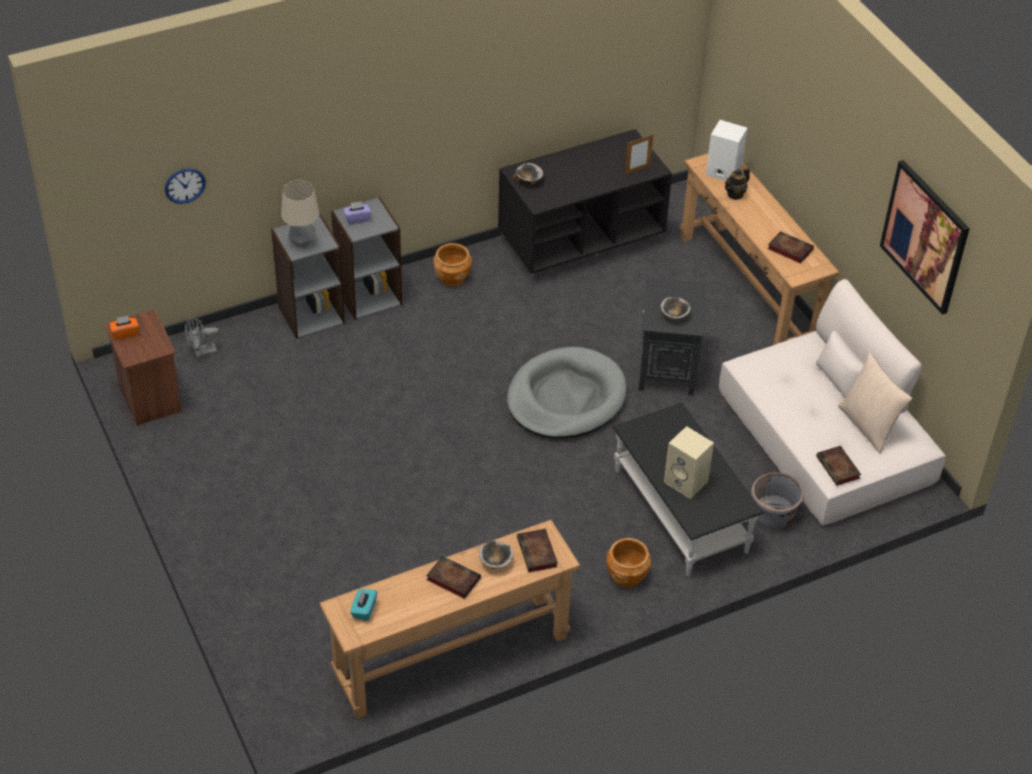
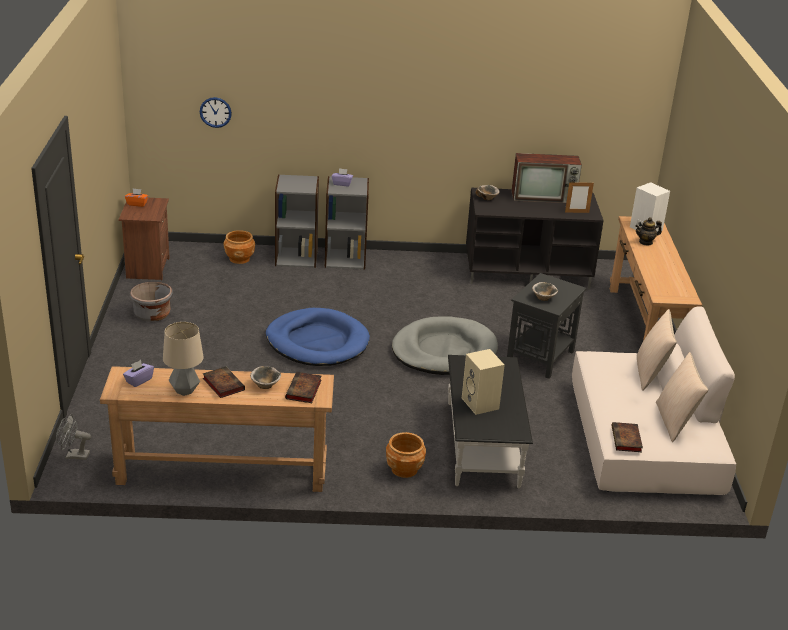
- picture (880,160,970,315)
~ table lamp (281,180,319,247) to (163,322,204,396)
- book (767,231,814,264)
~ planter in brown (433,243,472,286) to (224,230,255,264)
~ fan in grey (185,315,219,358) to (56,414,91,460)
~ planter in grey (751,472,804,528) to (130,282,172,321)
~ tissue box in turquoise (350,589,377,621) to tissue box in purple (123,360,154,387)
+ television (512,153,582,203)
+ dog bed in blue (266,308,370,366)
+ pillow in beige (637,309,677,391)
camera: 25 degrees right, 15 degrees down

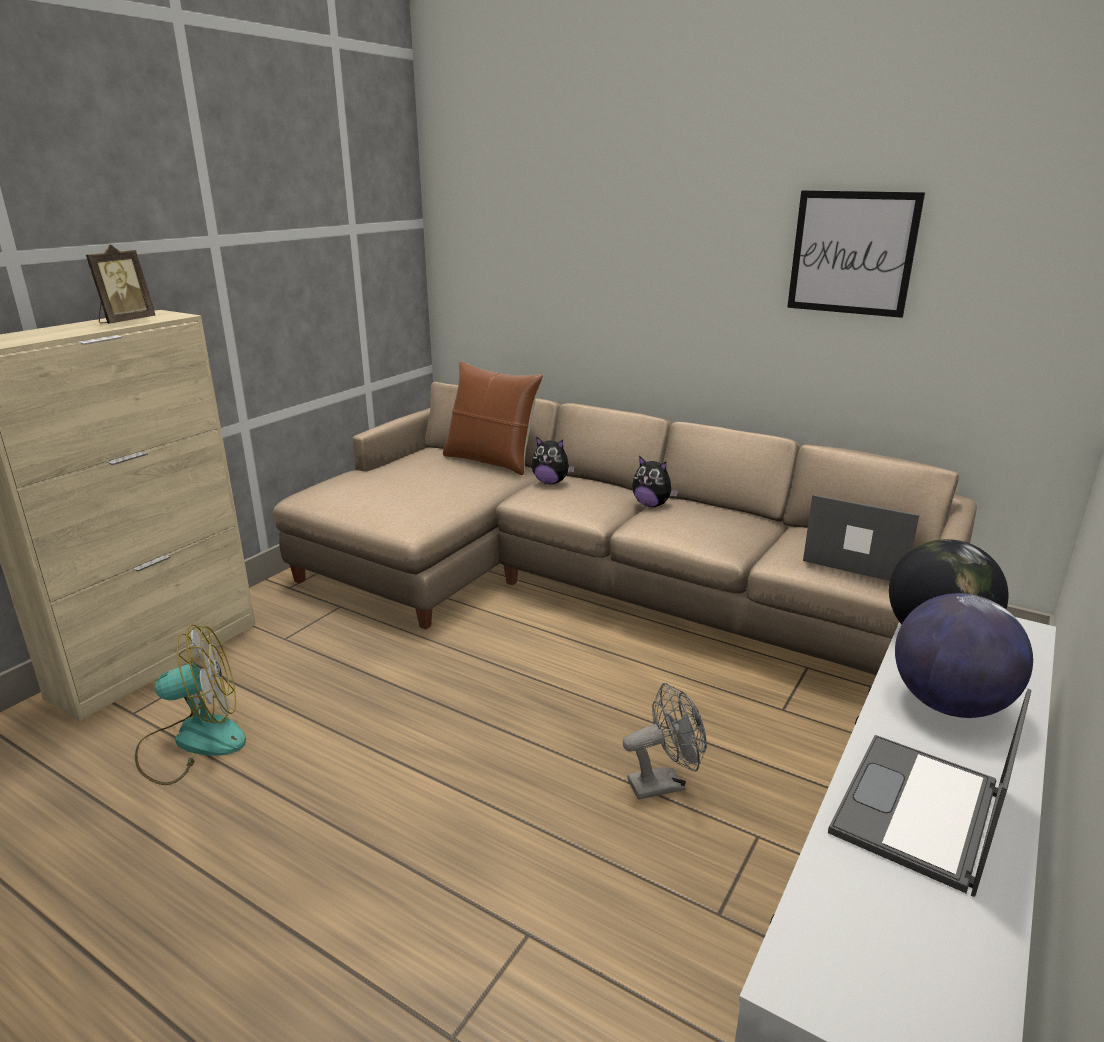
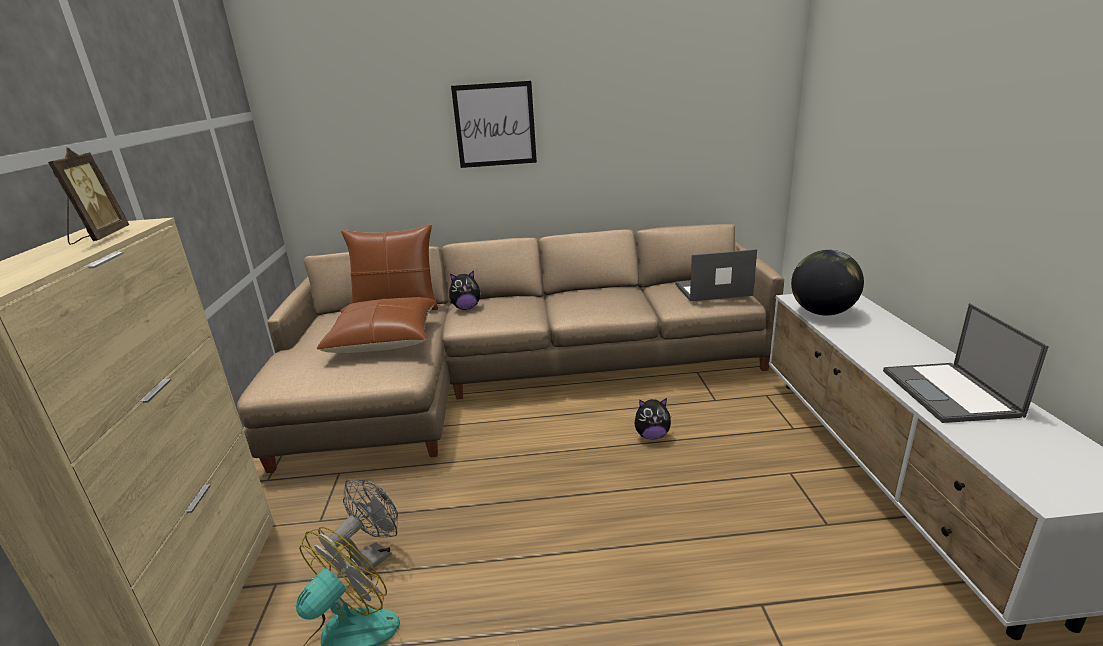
~ picture (787,190,925,318) to (451,81,537,168)
~ plush toy (632,456,678,507) to (634,398,671,440)
- globe (895,593,1033,718)
~ fan in grey (623,683,707,800) to (329,479,398,575)
+ pillow in brown (317,297,436,353)
camera: 35 degrees left, 0 degrees up

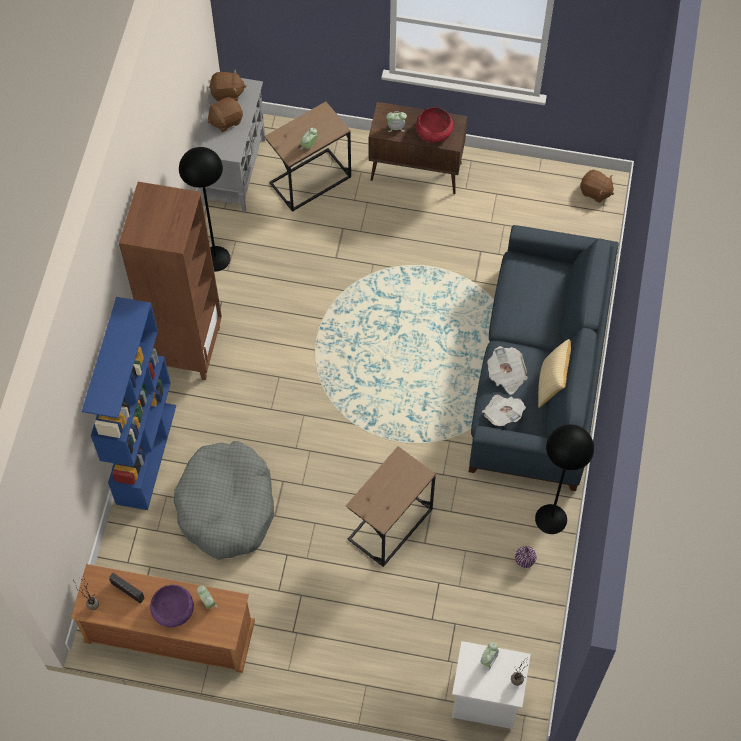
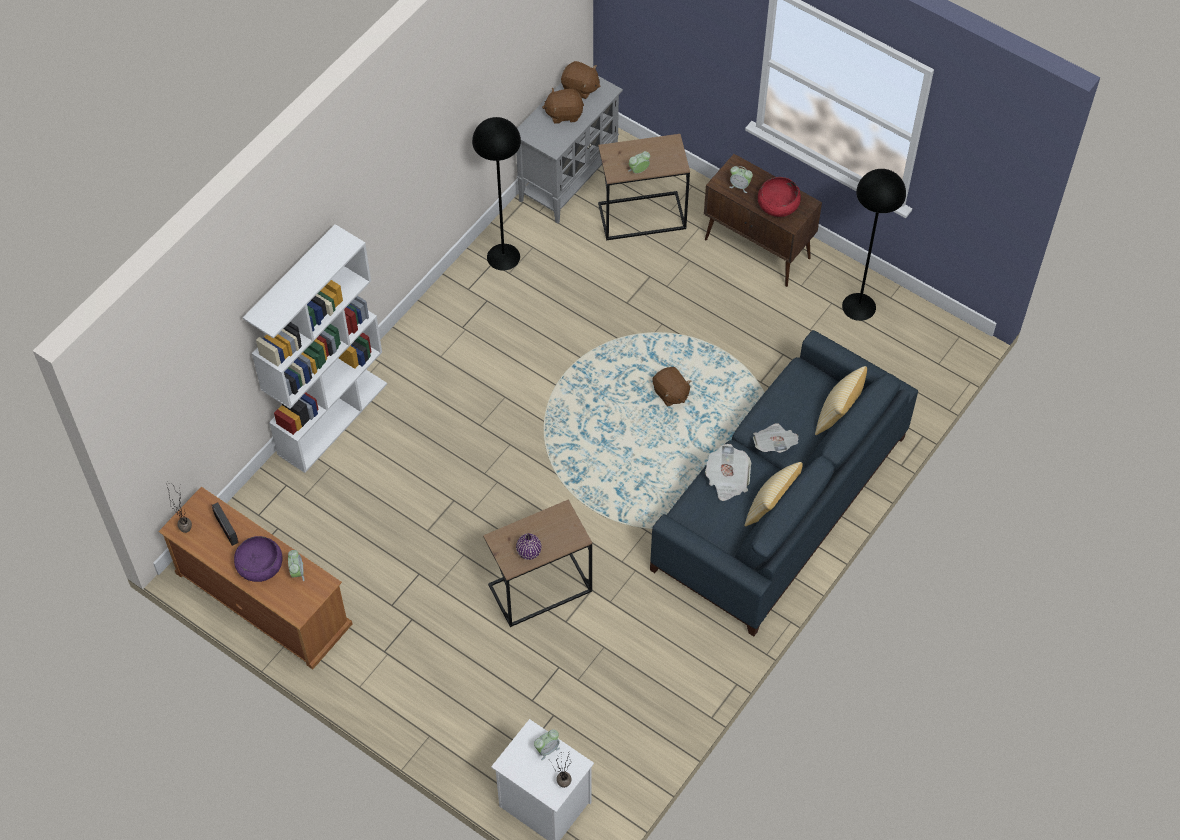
~ plush toy in brown (580,170,614,203) to (652,367,691,407)
- bookcase in brown (119,182,222,380)
~ bookcase in blue (82,297,176,510) to bookcase in white (243,224,387,473)
~ newspaper (482,395,526,426) to (753,423,798,453)
~ floor lamp in black (535,424,594,534) to (842,169,906,321)
- dog bed in grey (174,441,274,560)
~ vase in purple (515,546,537,568) to (516,533,542,560)
+ pillow (815,366,867,435)
camera: 25 degrees right, 5 degrees down

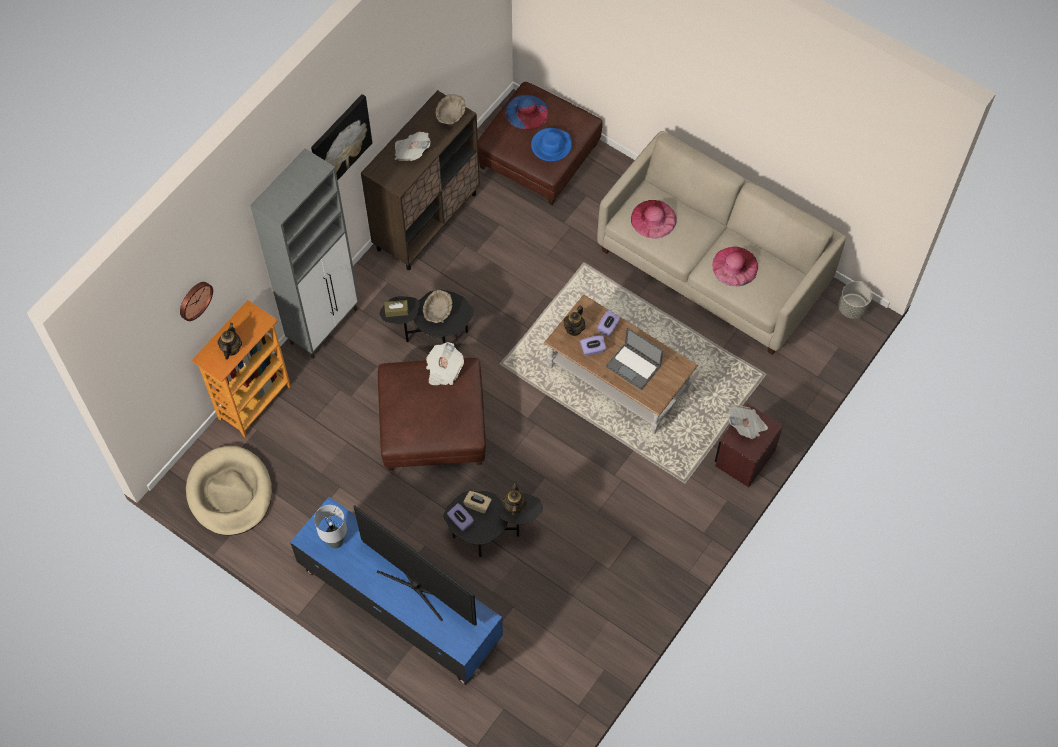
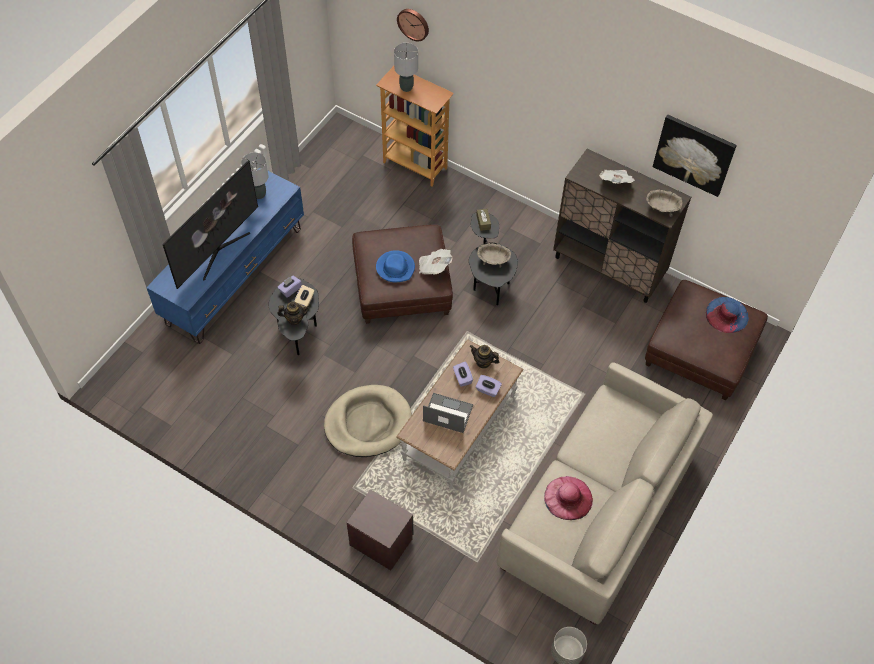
~ picture (311,94,372,180) to (653,115,737,197)
~ hat in blue (531,128,572,162) to (376,250,415,282)
- cabinet in grey (250,148,359,359)
- hat in pink (631,200,677,238)
~ teapot (218,323,242,360) to table lamp in grey (394,43,418,92)
~ laptop (606,327,663,390) = (423,393,473,433) 75 degrees clockwise
- newspaper (728,405,768,439)
~ dog bed in beige (186,446,272,536) to (324,385,412,457)
camera: 85 degrees right, 5 degrees down

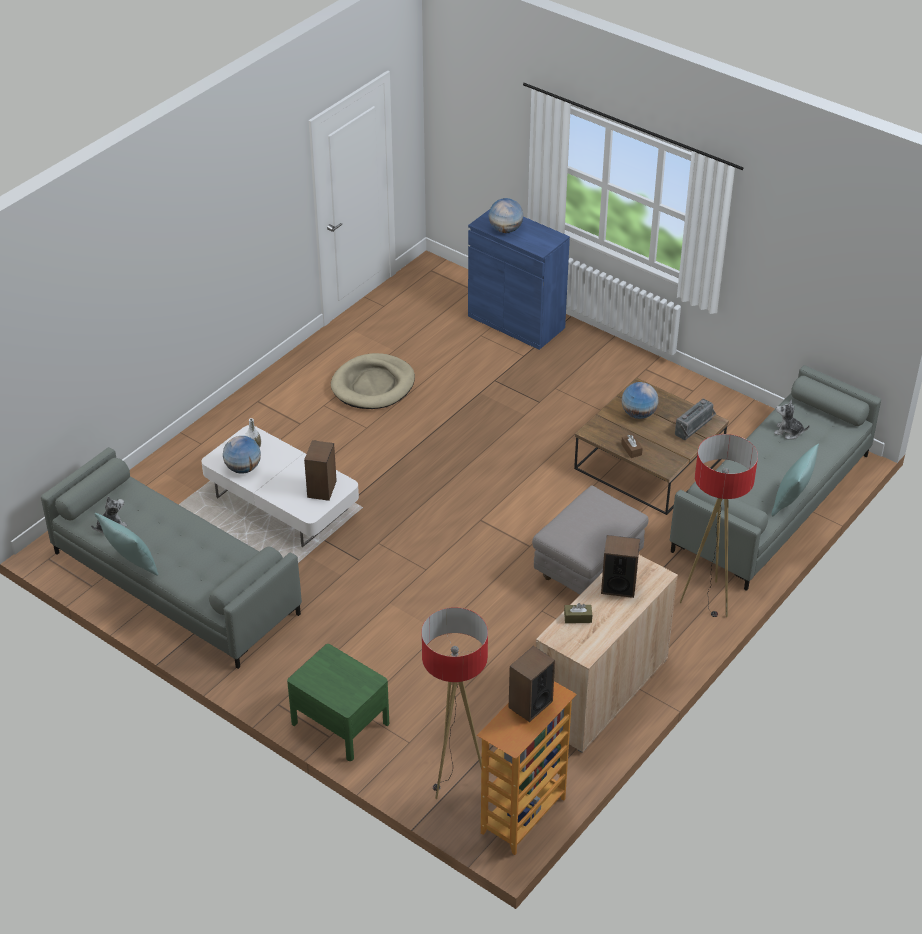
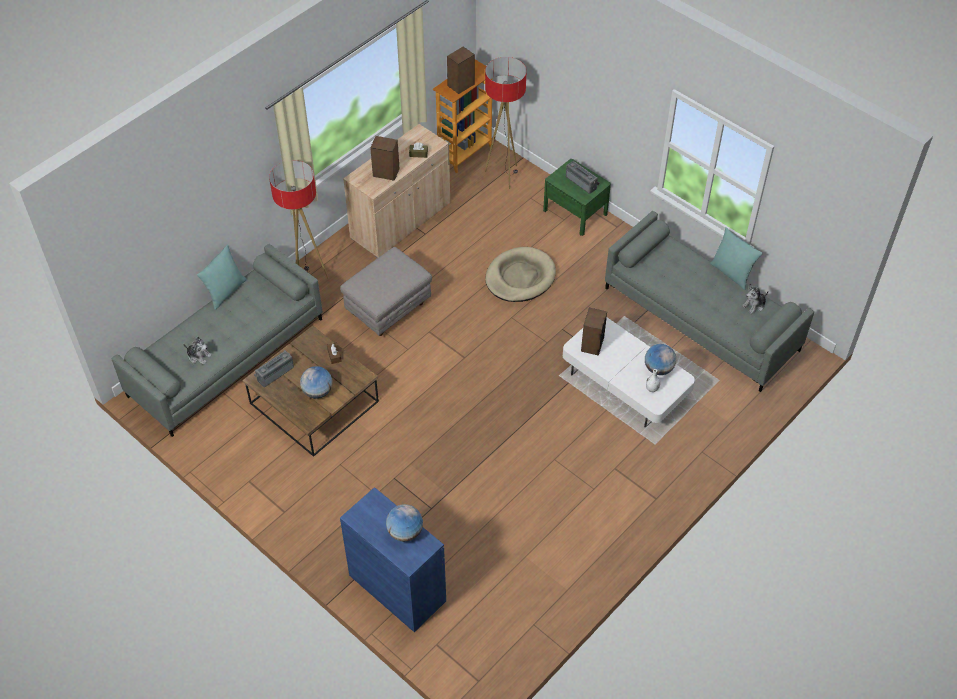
~ dog bed in beige (331,353,415,409) to (485,247,556,302)
+ radio (566,161,600,194)
camera: 175 degrees left, 10 degrees up

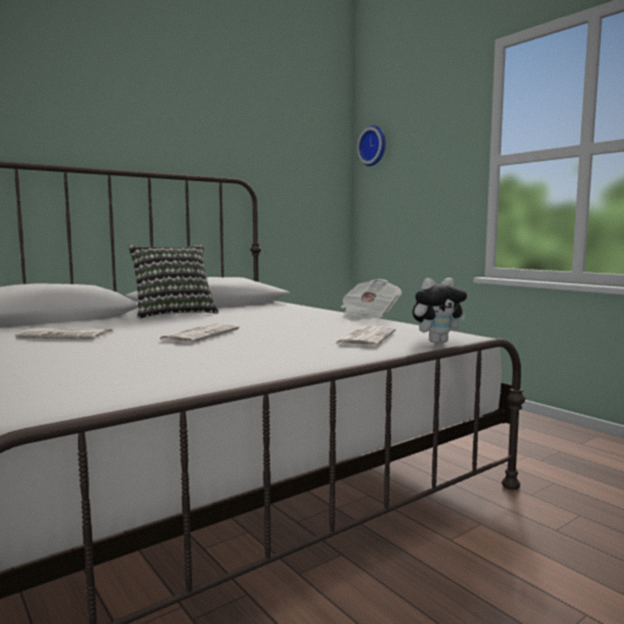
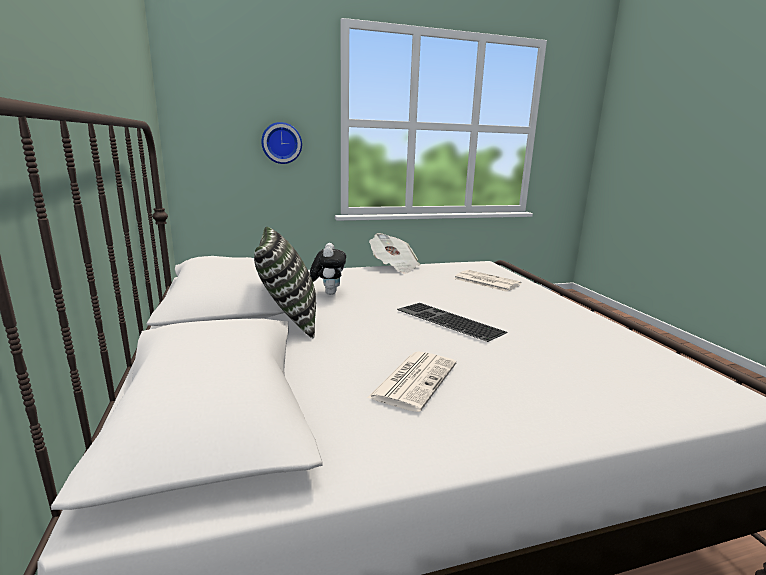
~ wall clock (357,125,386,166) to (261,122,302,164)
~ plush toy (412,278,467,343) to (309,243,346,295)
~ newspaper (157,324,239,343) to keyboard (397,303,508,342)
camera: 70 degrees left, 10 degrees up

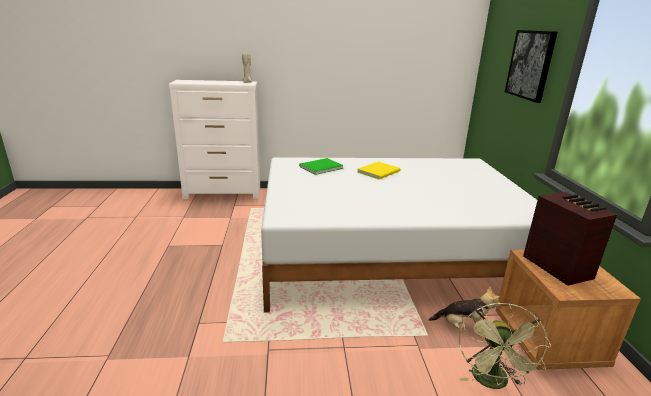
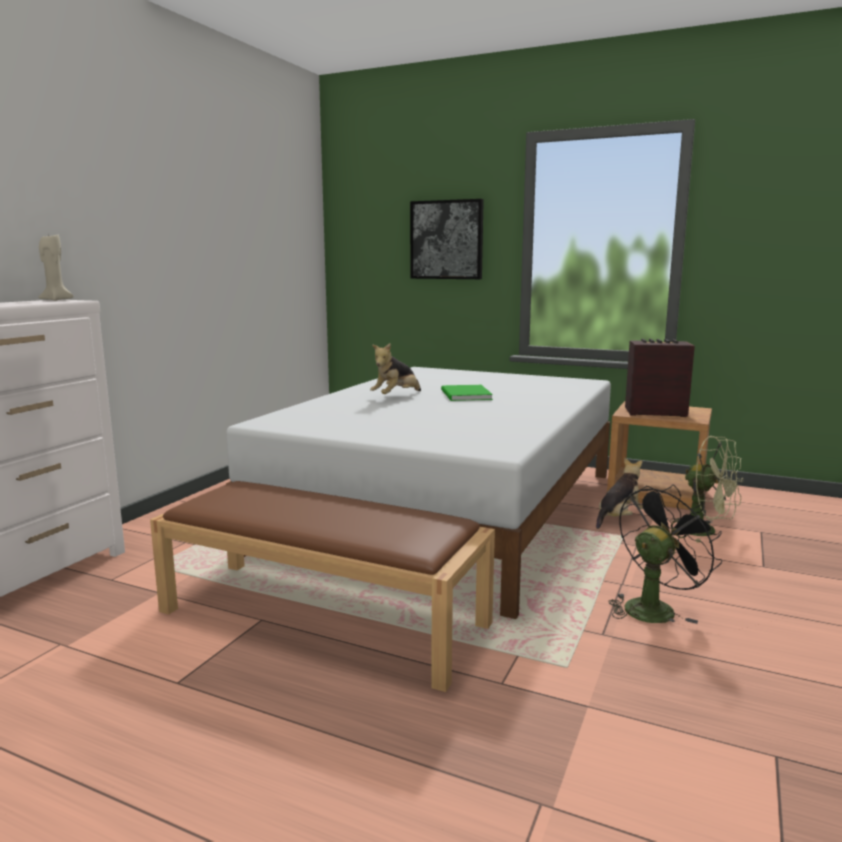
~ book in green (299,158,343,175) to (441,385,493,401)
~ book in yellow (358,161,401,179) to plush toy (370,343,421,394)
+ bench in brown (150,481,495,692)
+ fan in black (608,484,722,624)
camera: 60 degrees left, 10 degrees down

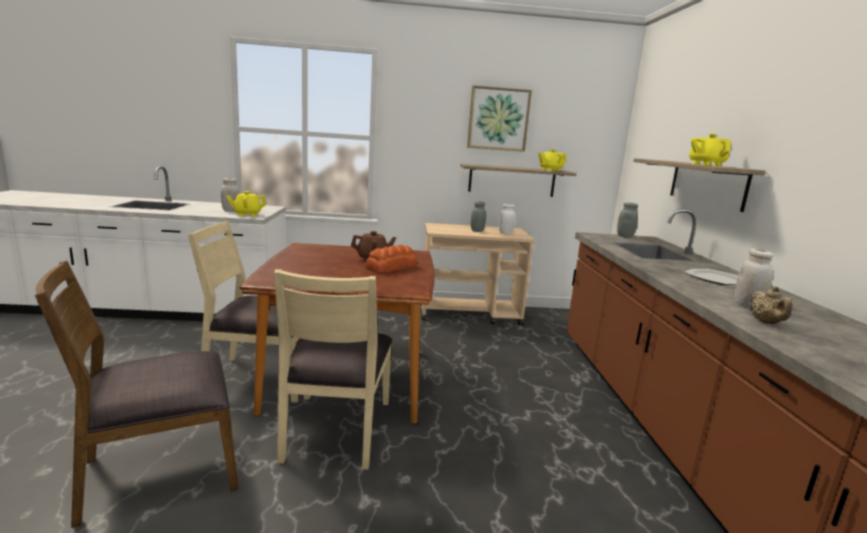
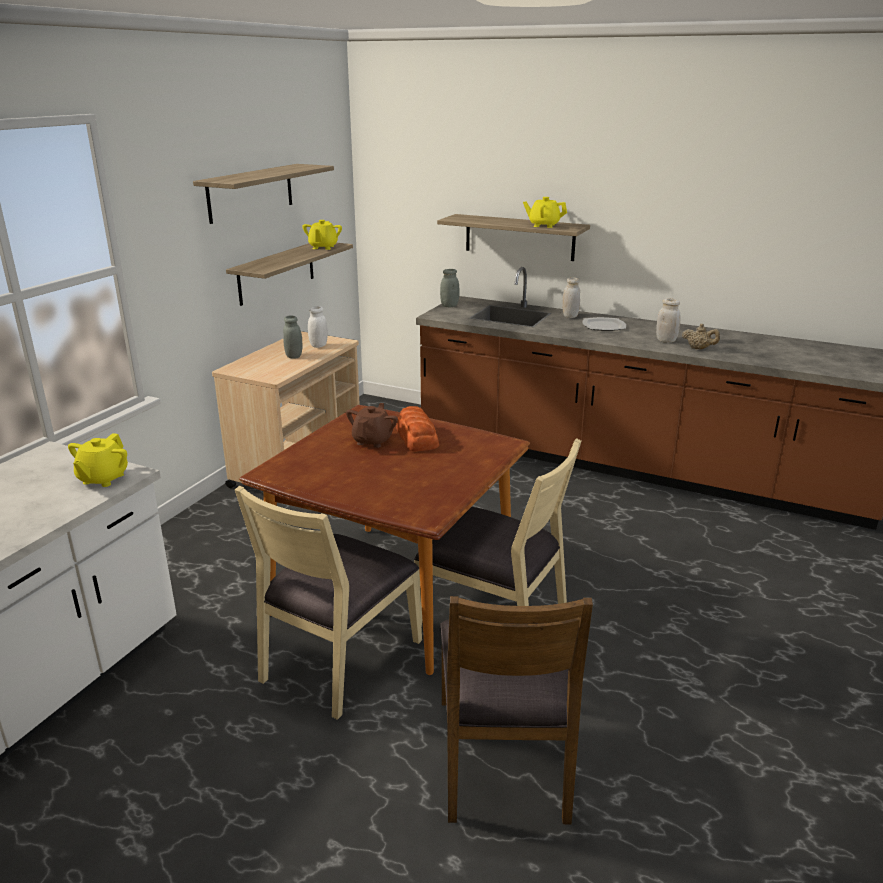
~ picture (467,86,532,152) to shelf (193,164,334,224)
~ jar in white (221,178,240,212) to (562,277,580,318)
camera: 60 degrees left, 10 degrees up

